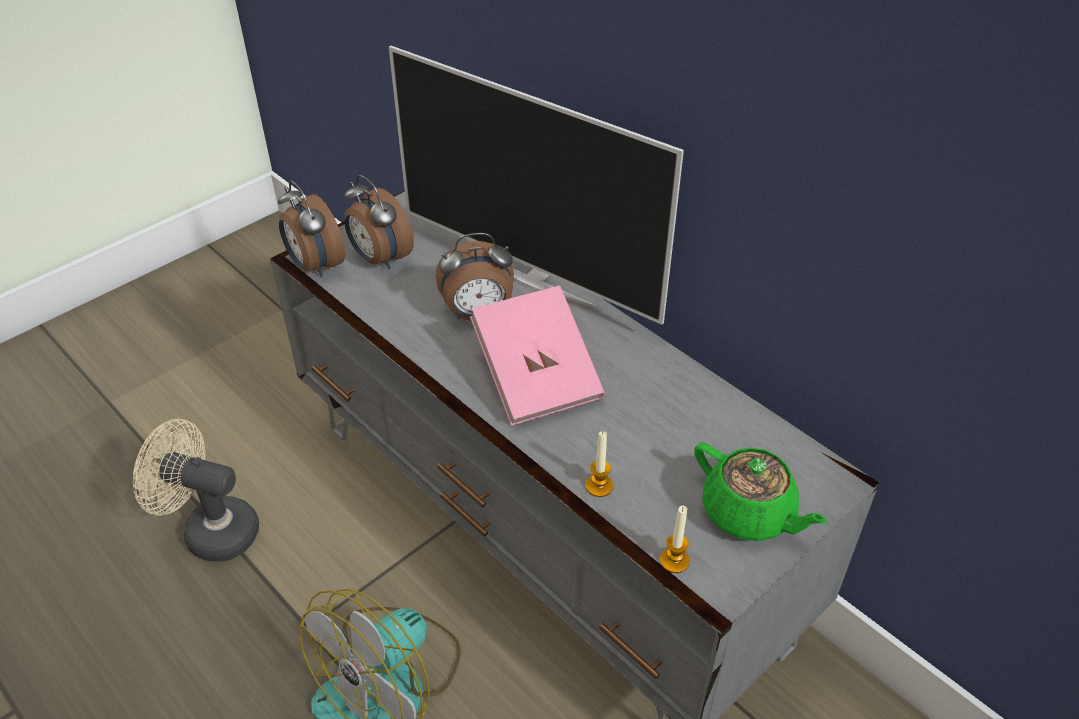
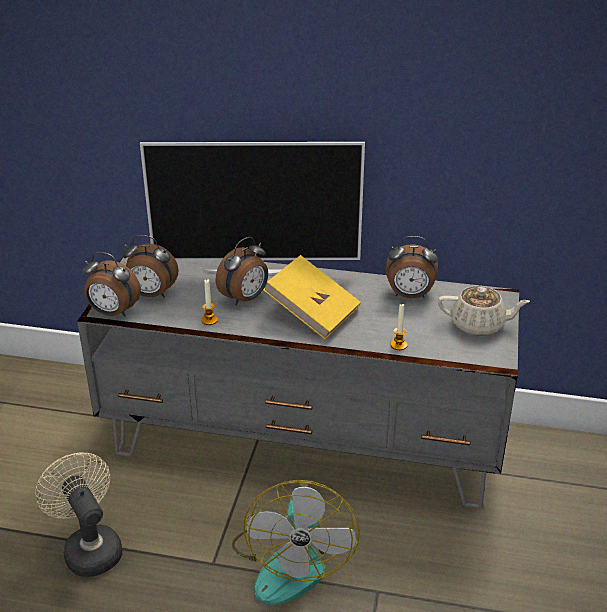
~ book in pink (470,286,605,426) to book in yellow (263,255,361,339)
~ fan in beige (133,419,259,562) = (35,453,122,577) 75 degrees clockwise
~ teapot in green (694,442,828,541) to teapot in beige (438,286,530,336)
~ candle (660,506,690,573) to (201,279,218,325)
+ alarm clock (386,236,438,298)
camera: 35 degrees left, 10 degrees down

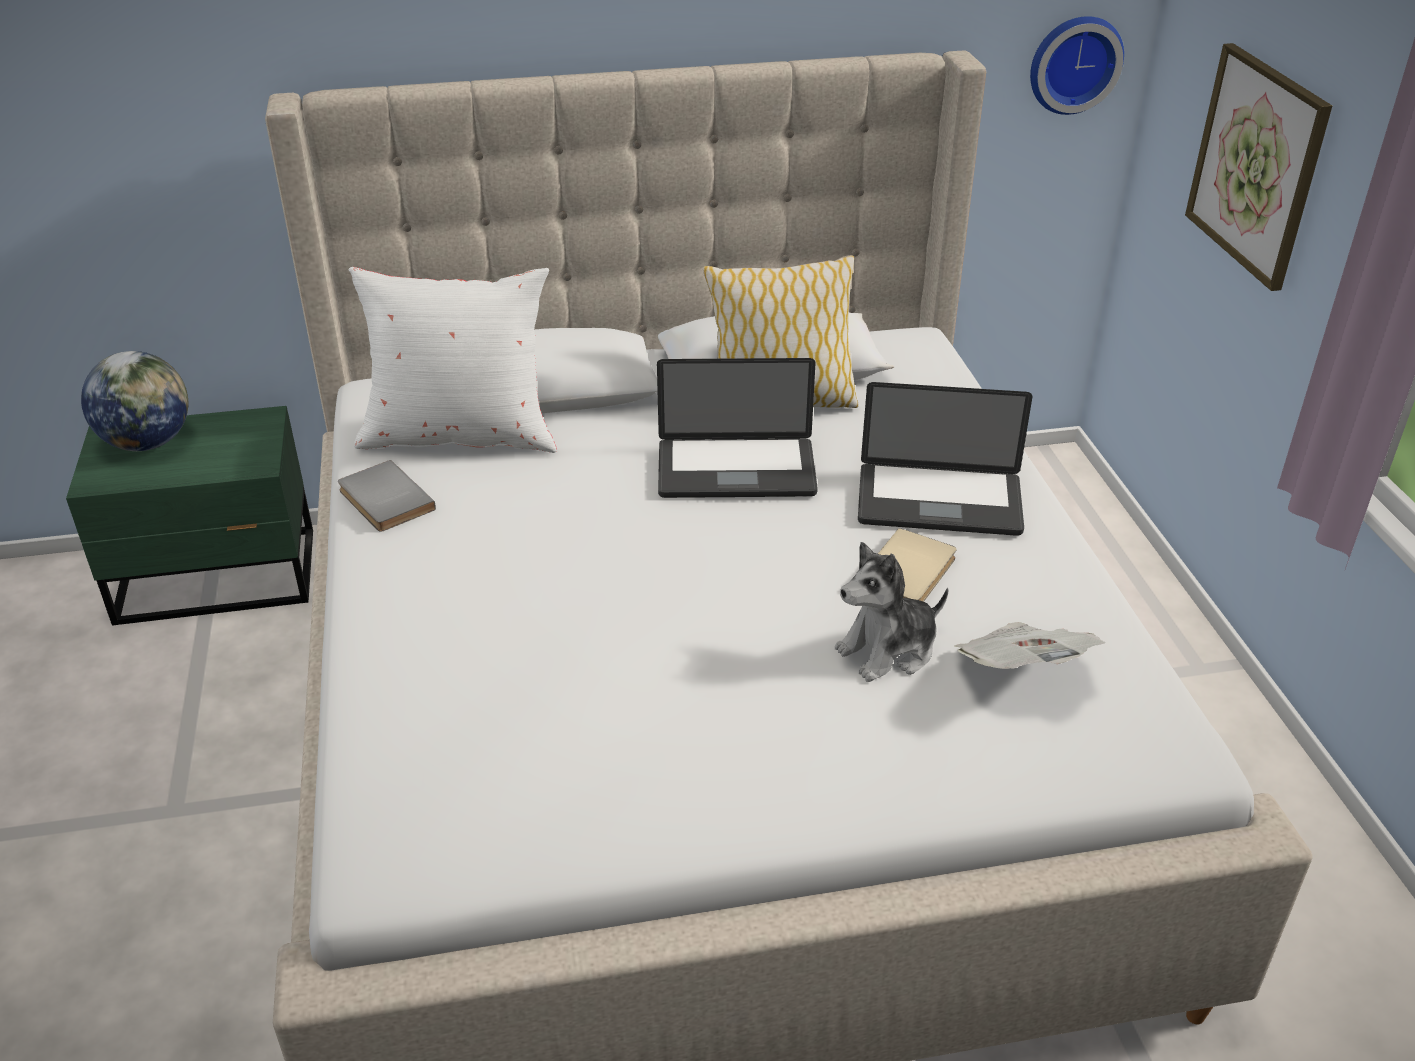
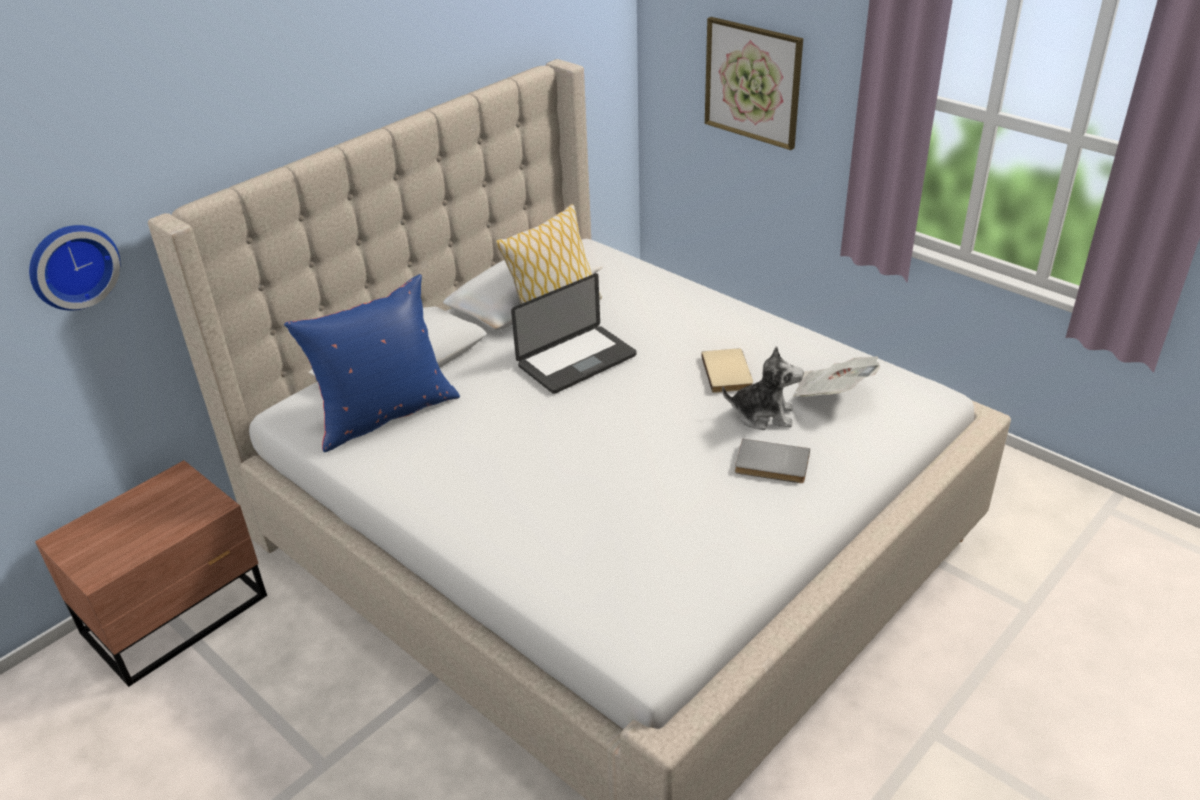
~ wall clock (1030,16,1124,115) to (29,225,120,311)
~ pillow in white (348,267,557,453) to pillow in blue (284,274,460,452)
- globe (81,351,189,451)
- laptop (858,382,1033,536)
~ nightstand in green (66,406,313,626) to nightstand in brown (35,460,267,687)
~ book in grey (338,460,436,532) to (735,439,810,483)
~ plush toy (835,542,949,682) = (722,346,804,430) 105 degrees counterclockwise
camera: 35 degrees left, 0 degrees up

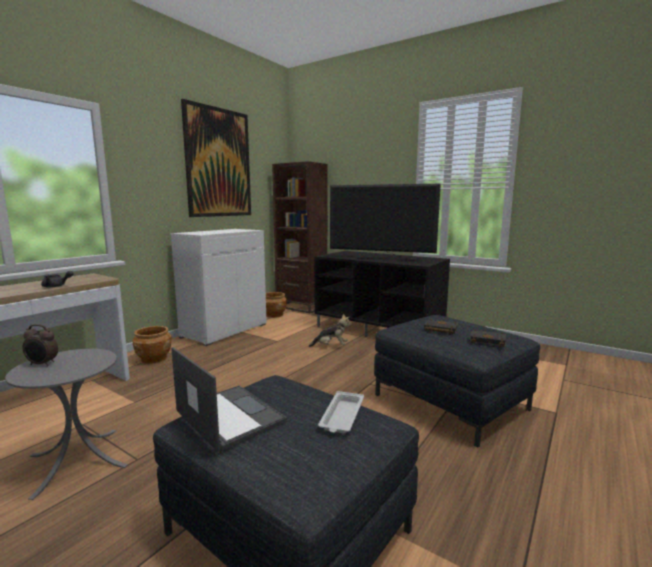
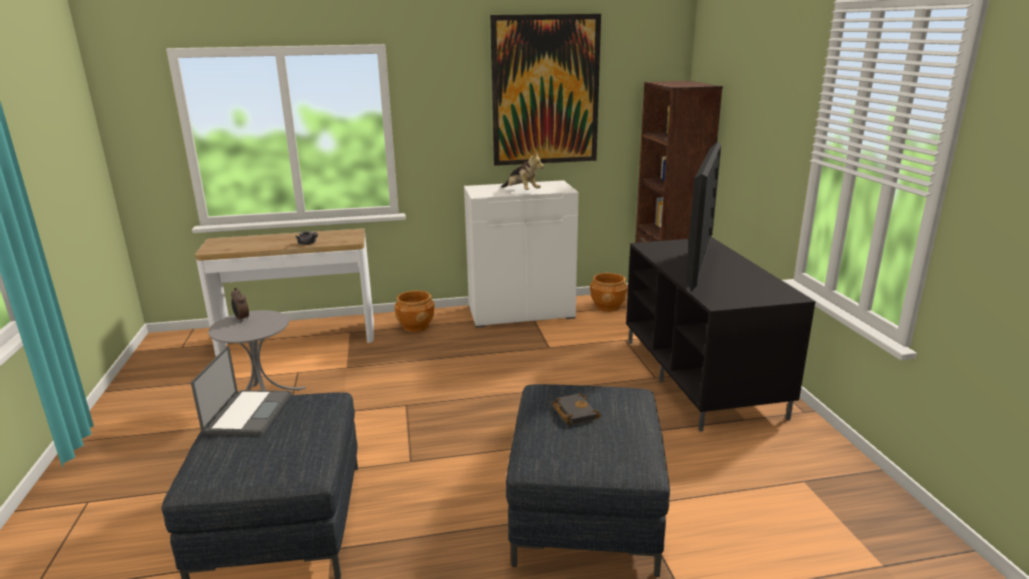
~ television (330,184,441,260) = (686,142,721,292) 135 degrees counterclockwise
~ plush toy (309,314,352,347) to (501,152,544,190)
- book in black (470,329,506,347)
- tray in white (318,391,364,433)
camera: 45 degrees right, 10 degrees up

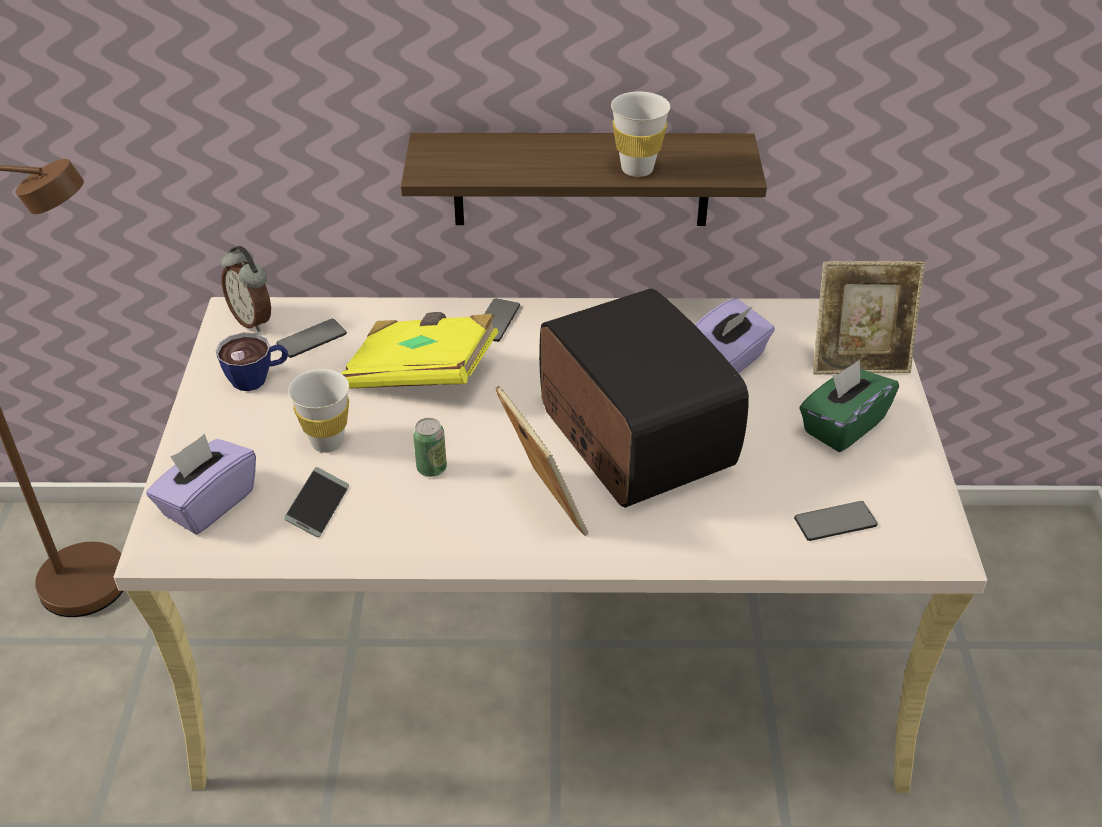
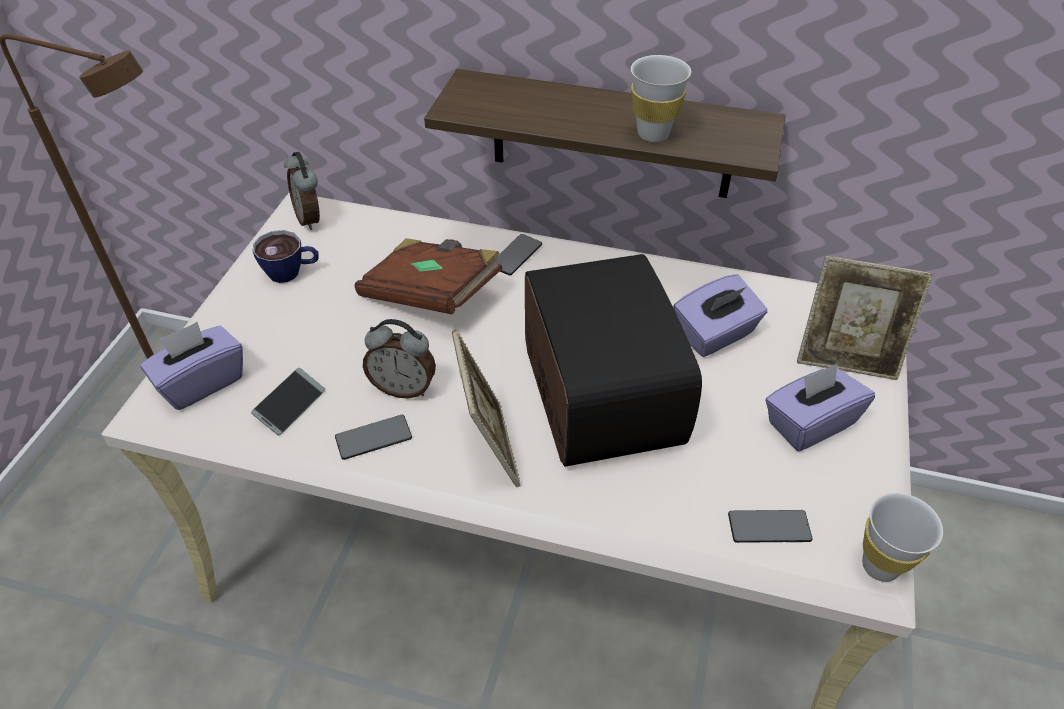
~ book in yellow (341,312,498,389) to book in brown (355,238,503,314)
~ phone (277,319,347,358) to (335,415,412,460)
~ tissue box in green (799,360,899,452) to tissue box in purple (765,364,875,451)
~ cup in white (288,369,349,452) to (862,493,943,582)
~ can (413,418,447,477) to alarm clock (363,319,436,398)
camera: 15 degrees right, 5 degrees up

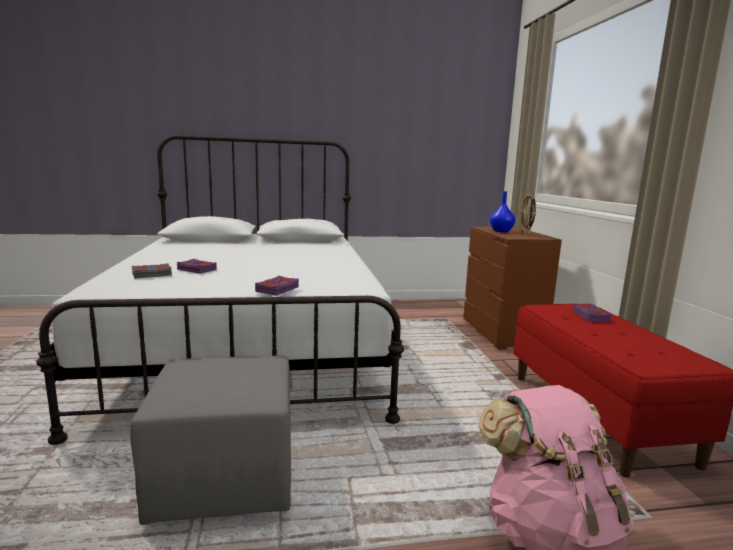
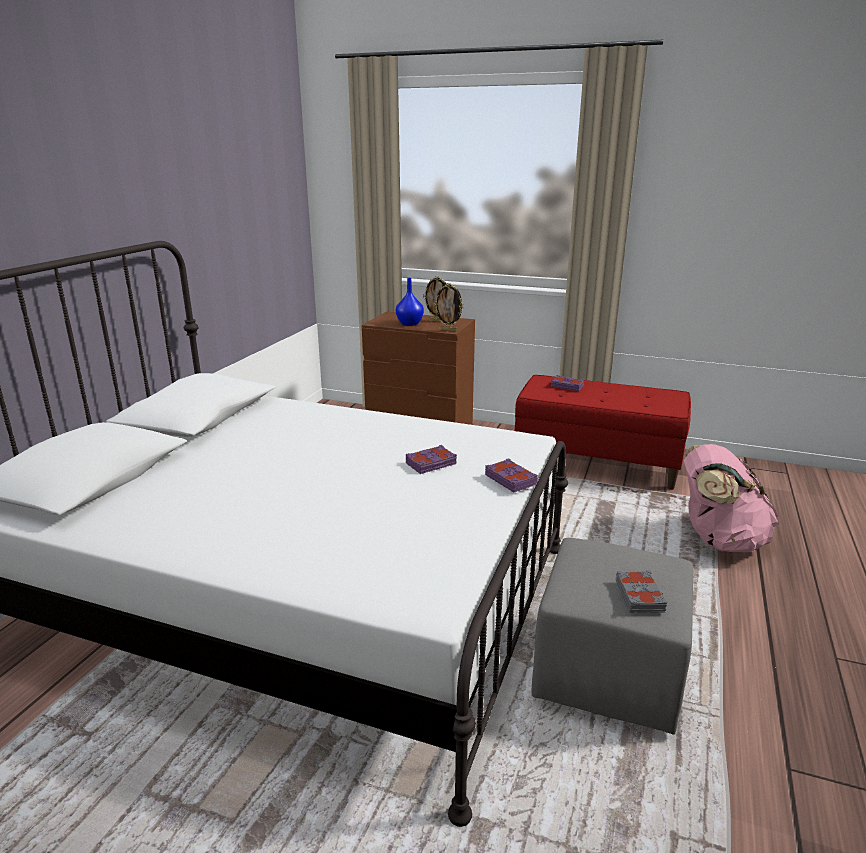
~ book in purple (177,259,217,274) to (406,445,457,474)
~ book in grey (132,263,172,279) to (616,570,667,613)
+ picture frame (434,283,464,331)
camera: 60 degrees left, 10 degrees up

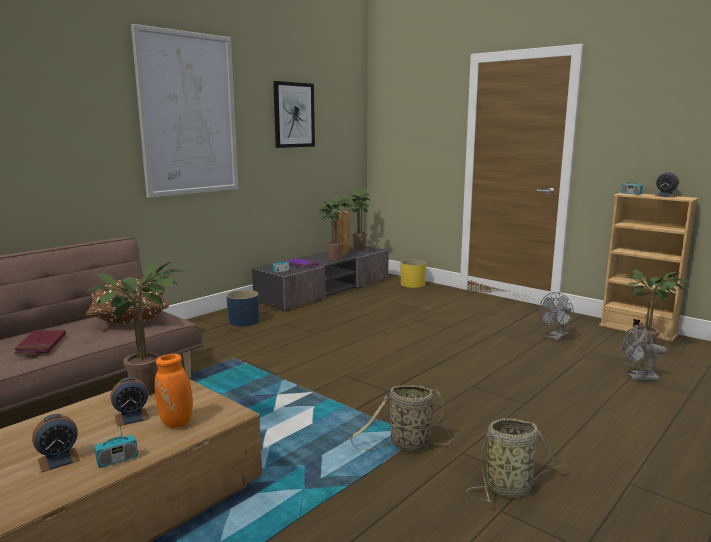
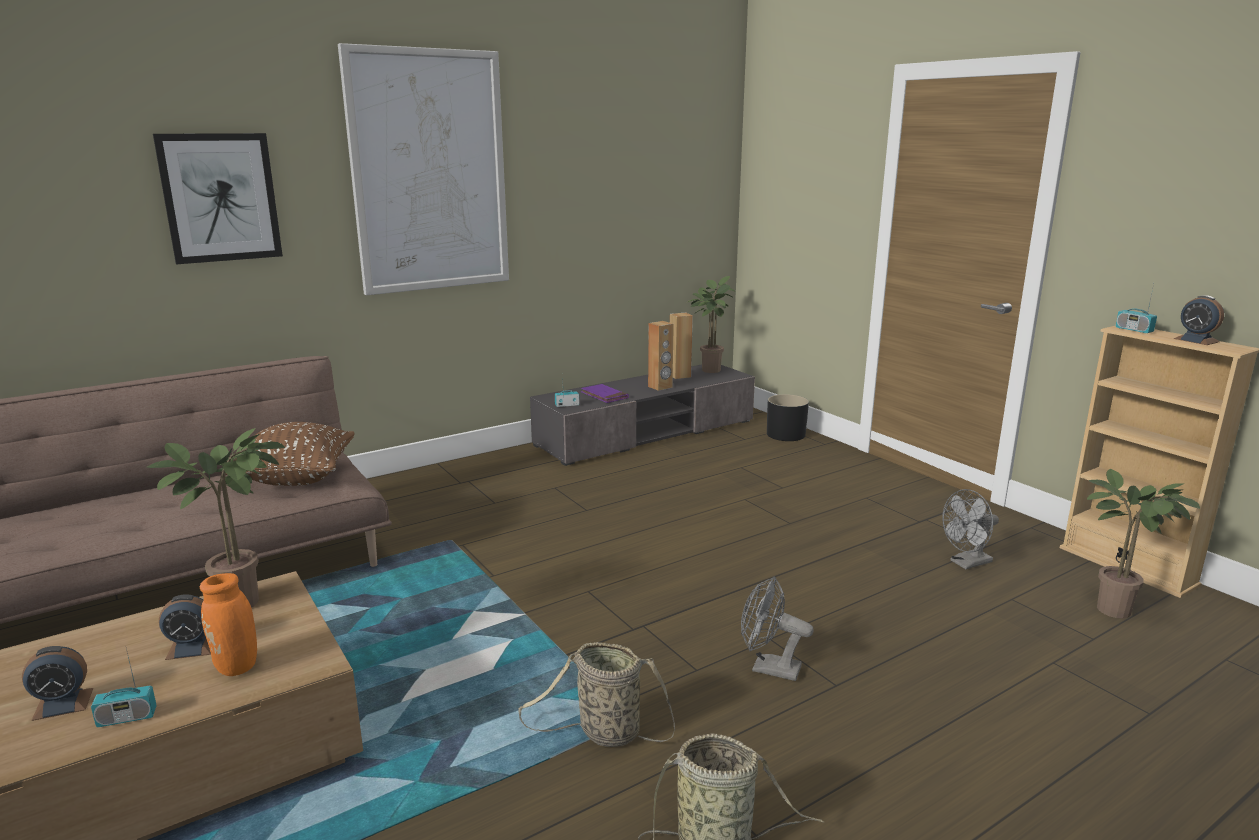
~ picture (273,81,315,148) to (153,133,283,264)
~ potted plant (318,194,352,261) to speaker in brown (648,321,674,391)
~ planter in yellow (401,259,426,288) to planter in black (767,394,809,441)
- planter in blue (226,290,259,326)
~ fan in grey (622,323,667,381) to (741,576,814,681)
- book in red (14,330,66,354)
camera: 15 degrees right, 5 degrees up

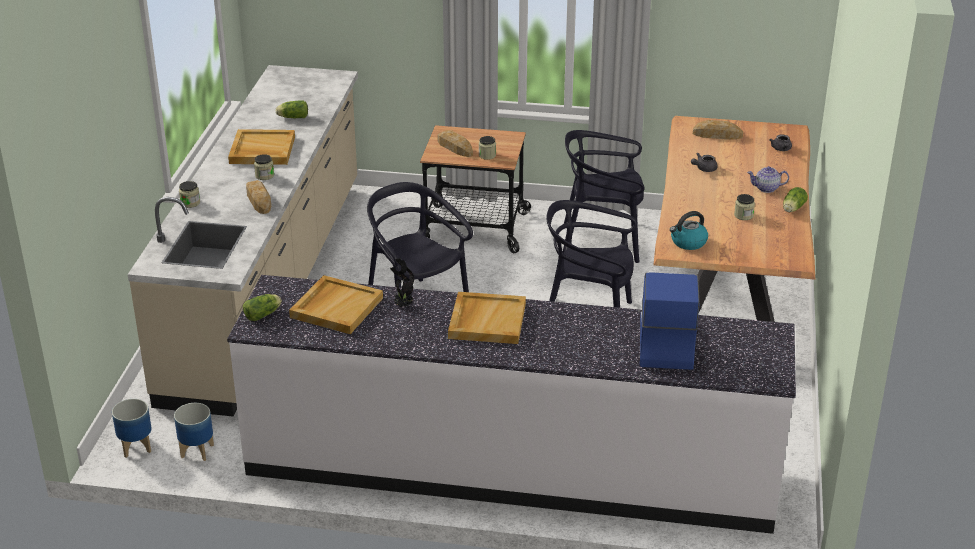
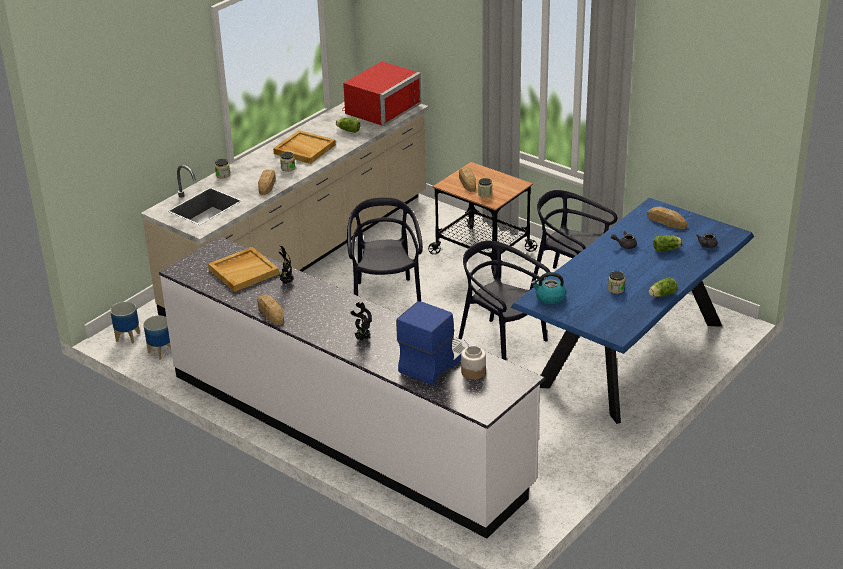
~ dining table in brown (653,116,815,322) to dining table in blue (511,198,754,424)
- teapot (747,166,789,193)
- tray in beige (448,292,526,344)
~ lettuce (243,294,282,321) to (653,235,682,252)
+ microwave in red (342,61,422,126)
+ bread (257,295,284,325)
+ potted plant (350,302,372,341)
+ jar (461,346,486,380)
camera: 30 degrees right, 0 degrees up

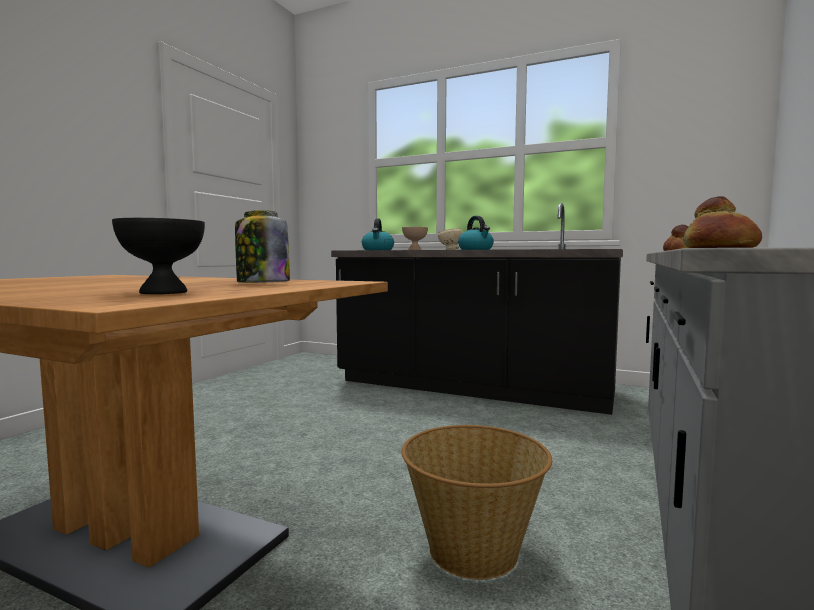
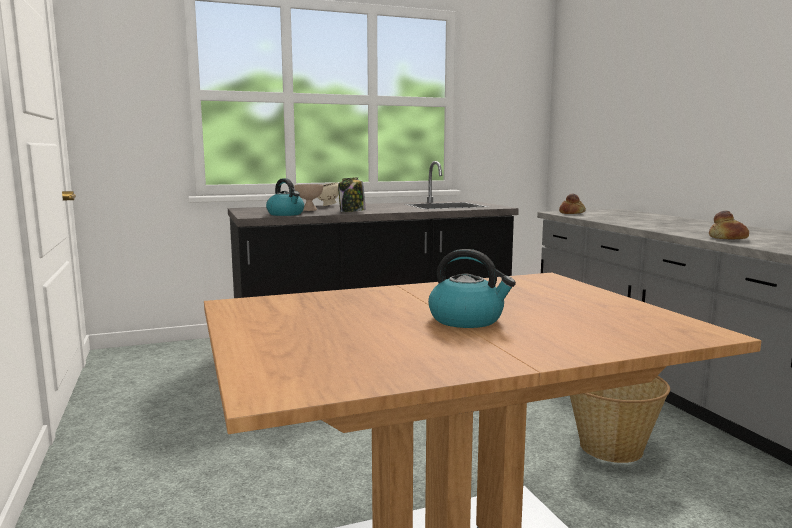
~ jar (235,210,290,283) to (338,177,366,212)
~ kettle (458,216,494,250) to (428,249,516,328)
- bowl in black (112,218,205,294)
camera: 45 degrees left, 5 degrees up

